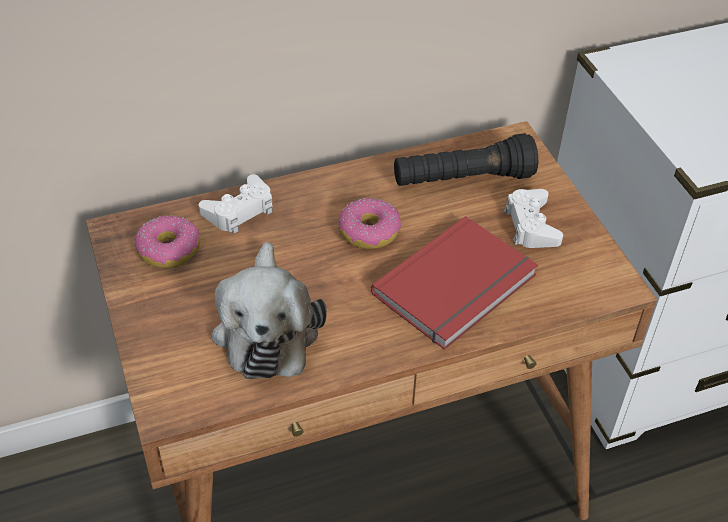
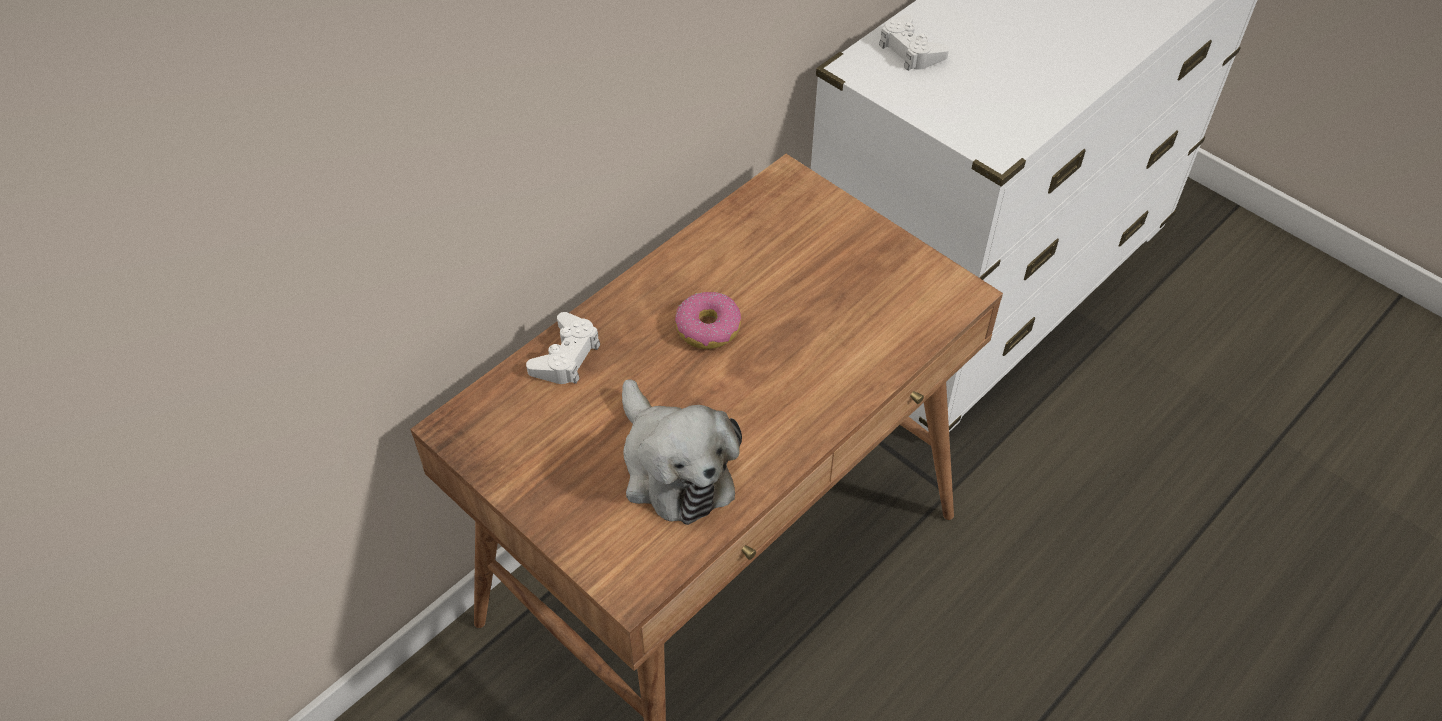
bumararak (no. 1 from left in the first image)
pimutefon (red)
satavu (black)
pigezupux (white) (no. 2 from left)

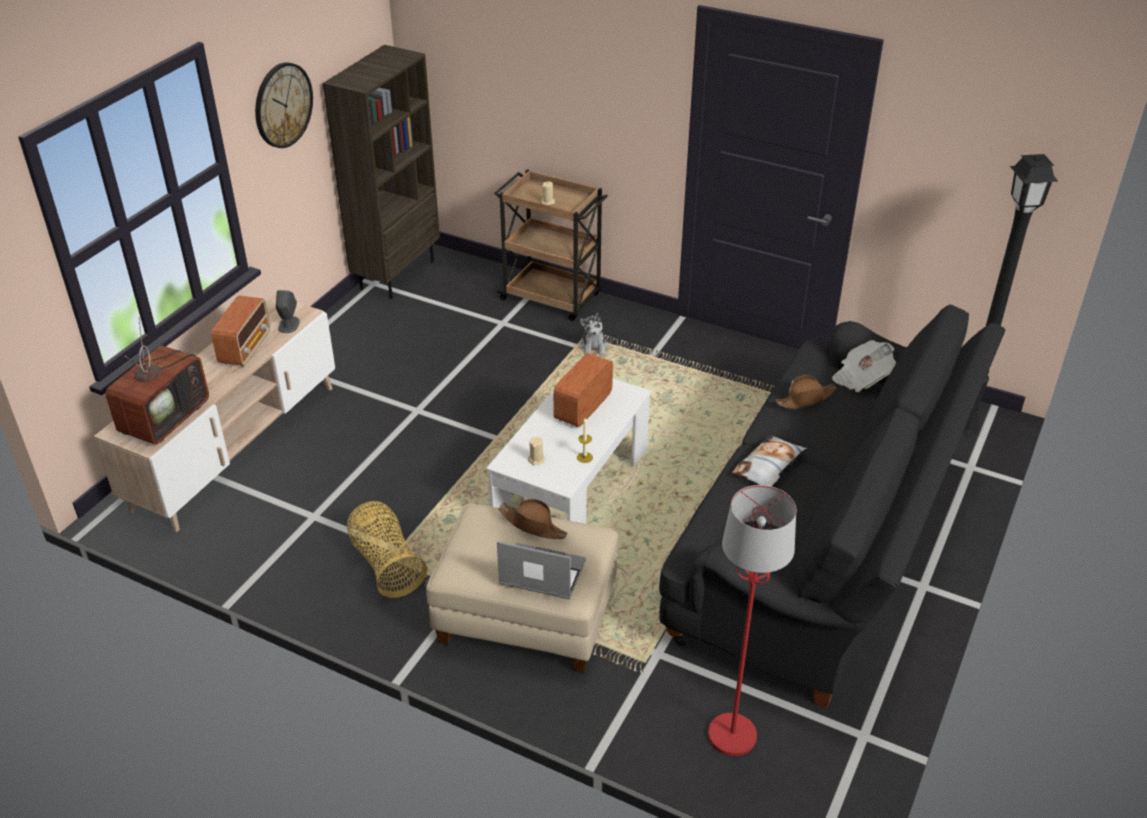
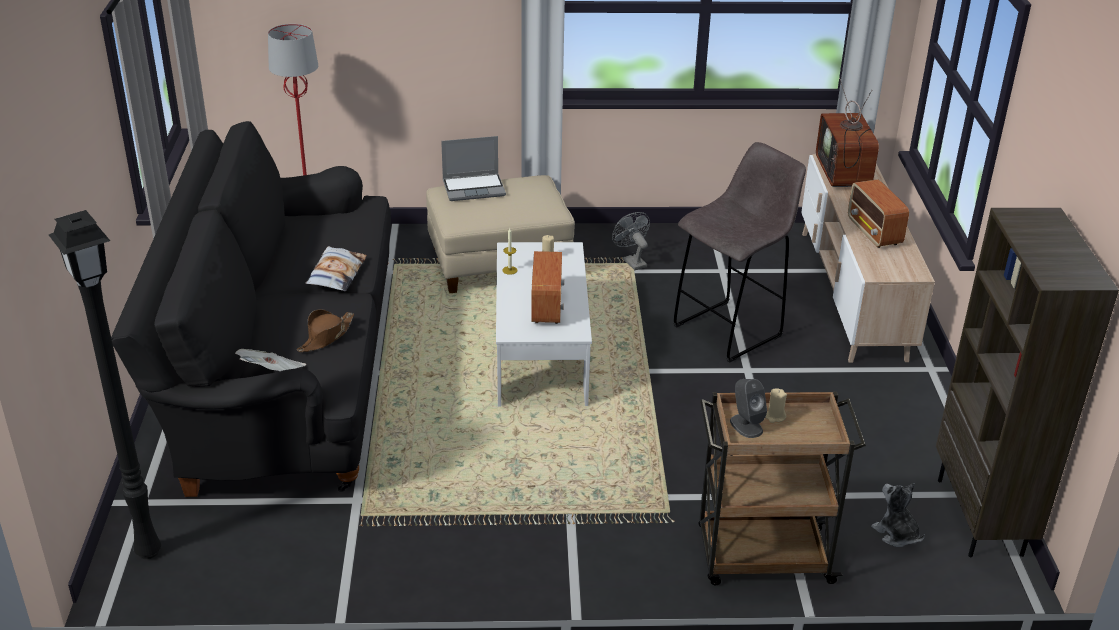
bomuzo
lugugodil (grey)
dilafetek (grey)
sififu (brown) (no. 1 from left in the first image)
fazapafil
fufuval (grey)

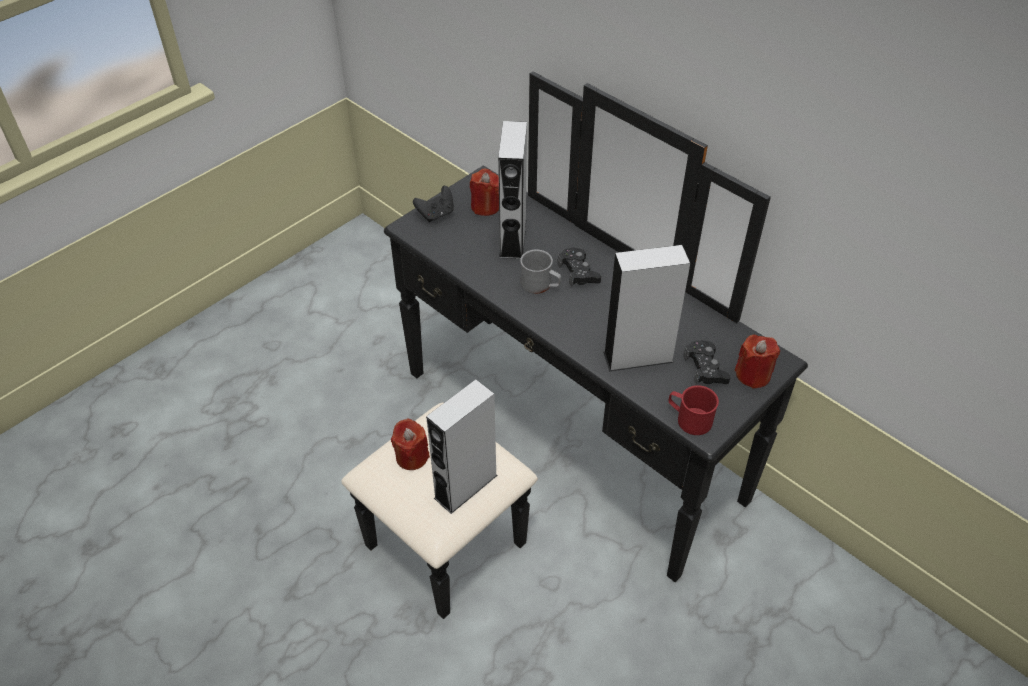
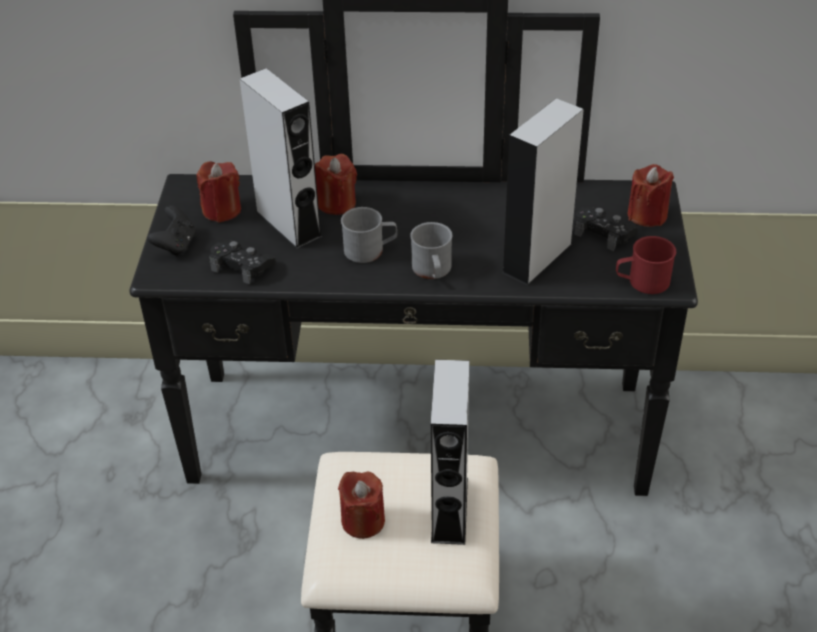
pigezupux (black) (no. 2 from left)
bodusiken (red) (no. 2 from left)
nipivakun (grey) (no. 2 from left)

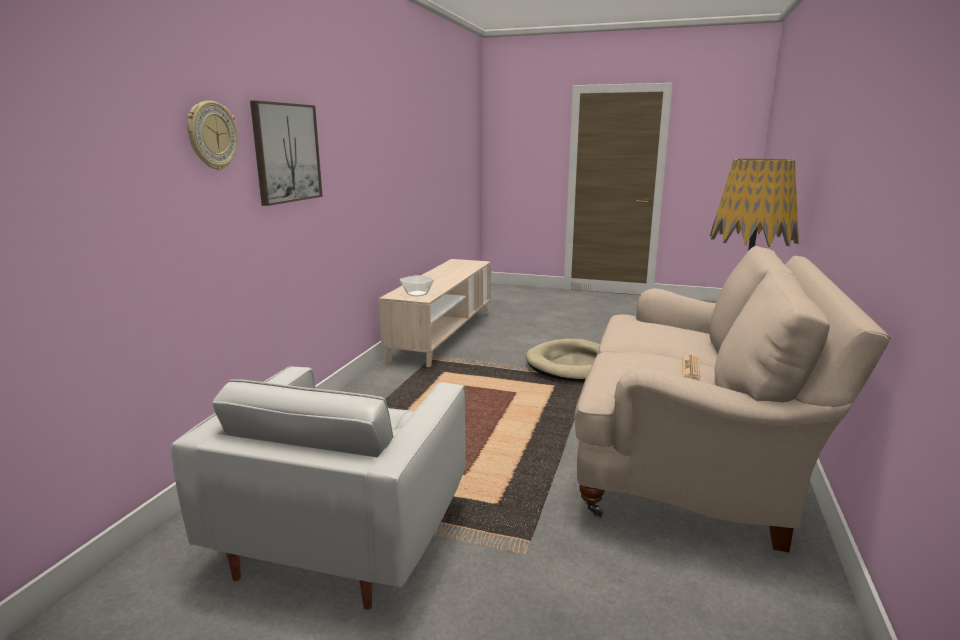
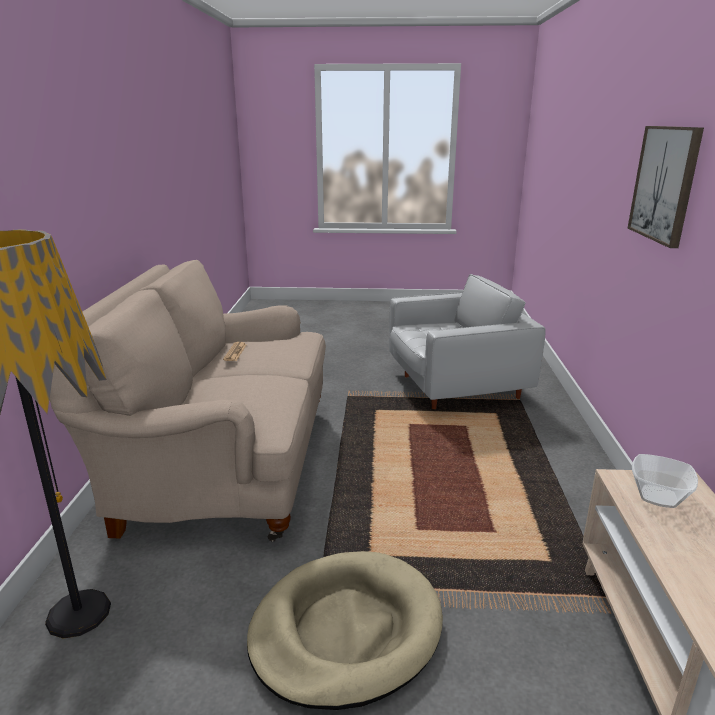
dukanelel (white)
bomuzo

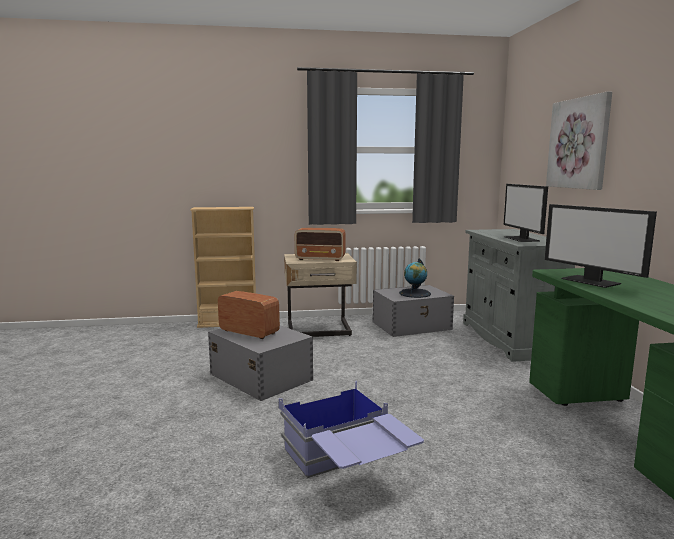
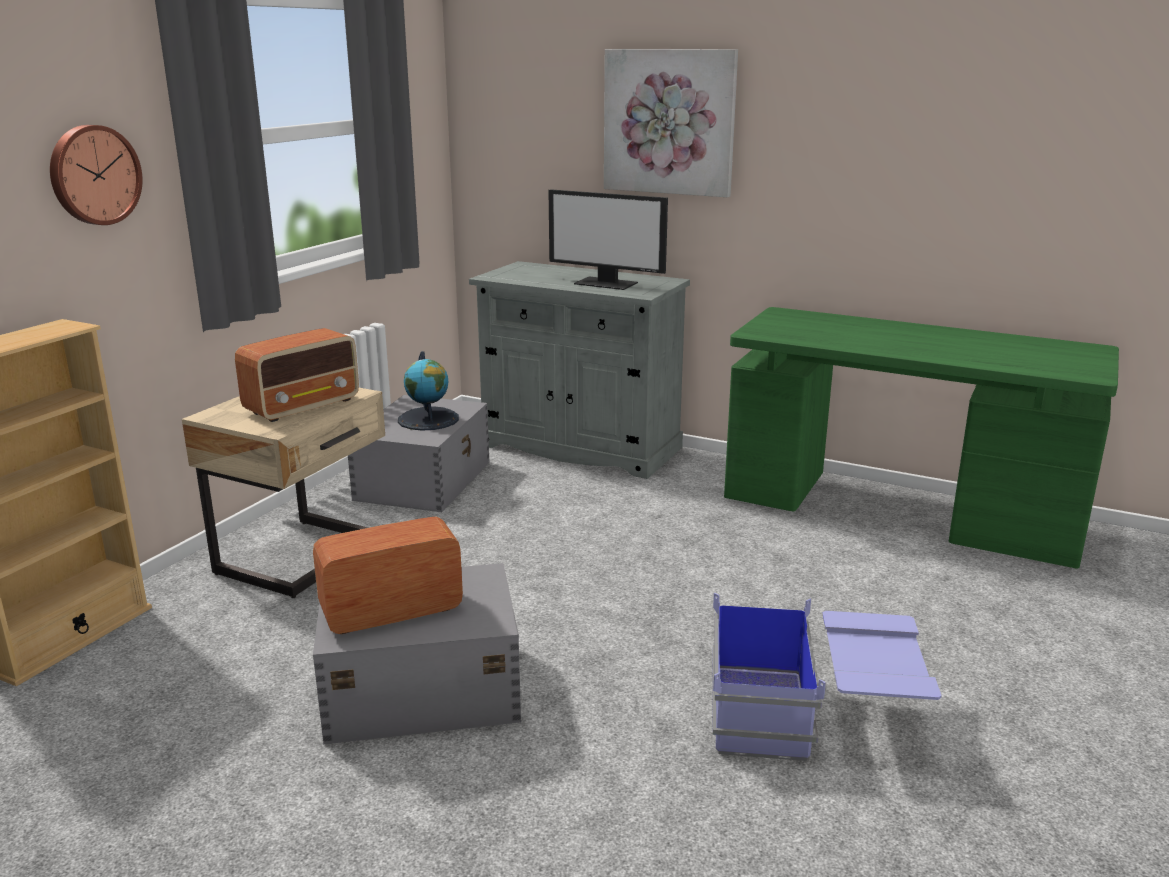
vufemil (no. 2 from left in the first image)
bomuzo

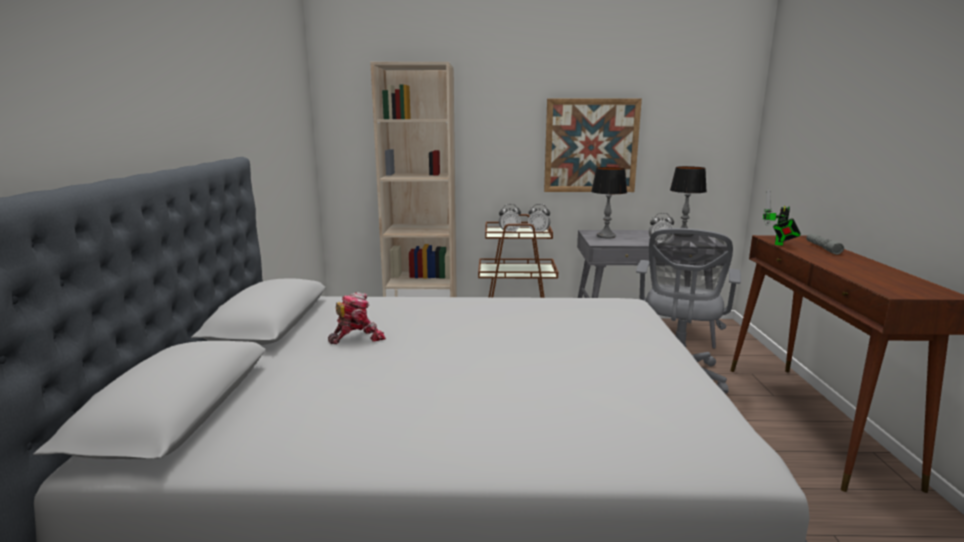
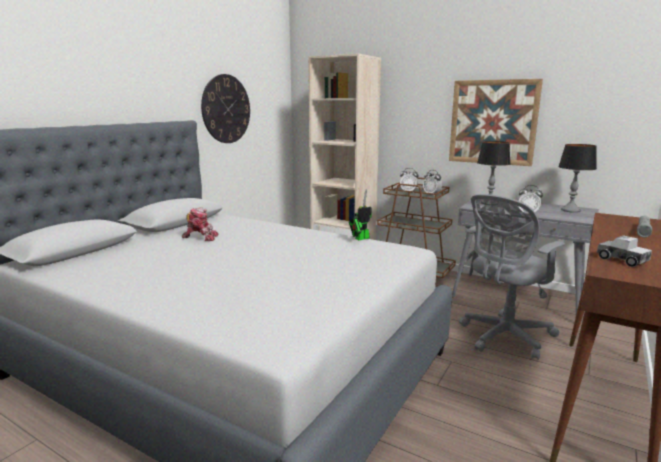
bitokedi (no. 2 from left)
bomuzo
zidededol

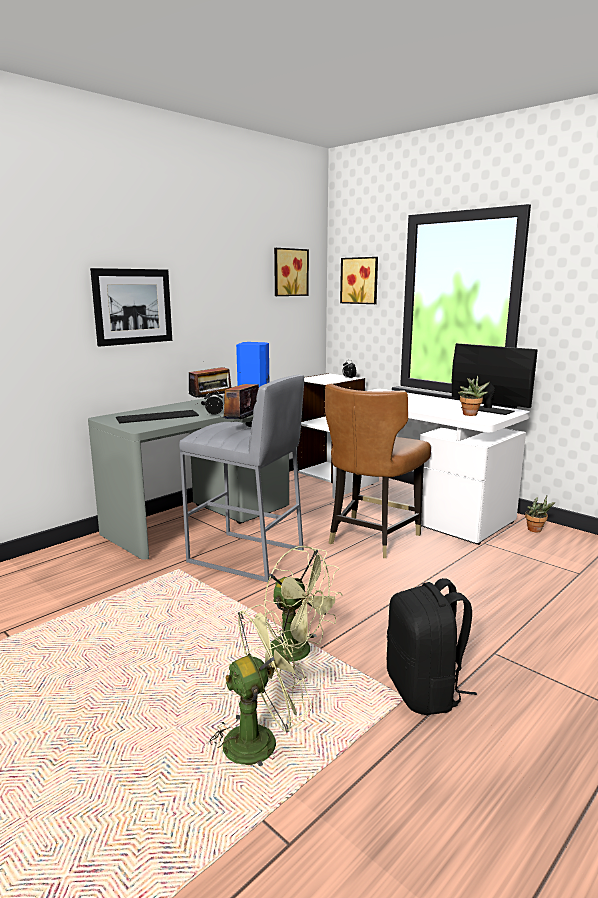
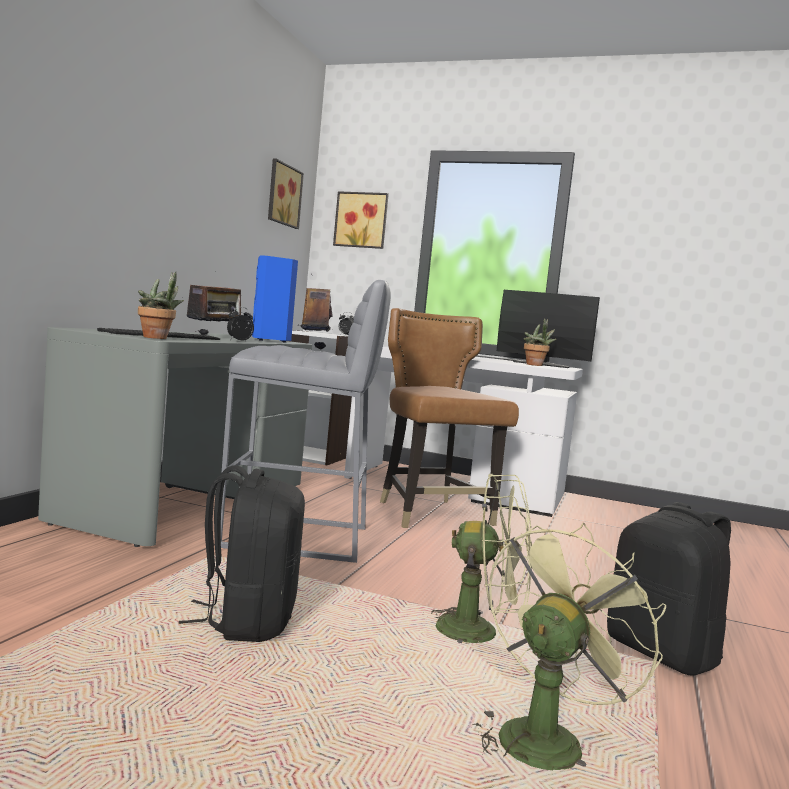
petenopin (no. 1 from left in the first image)
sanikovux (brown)
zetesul (no. 1 from left)
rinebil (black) (no. 1 from left)

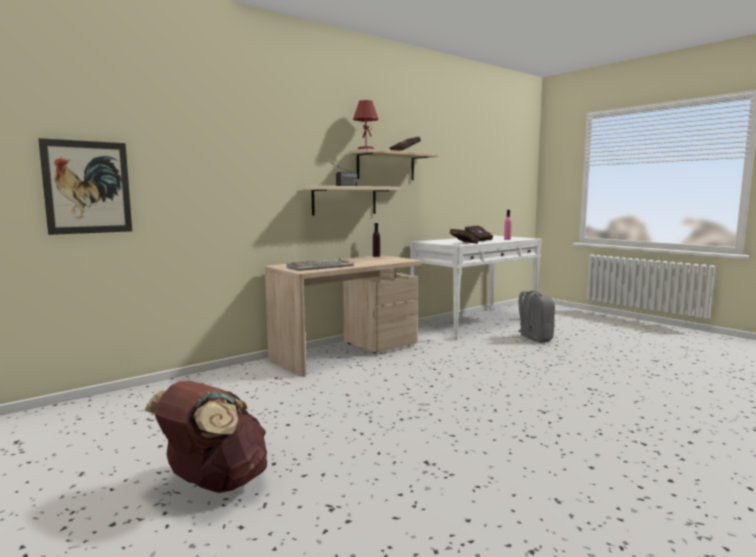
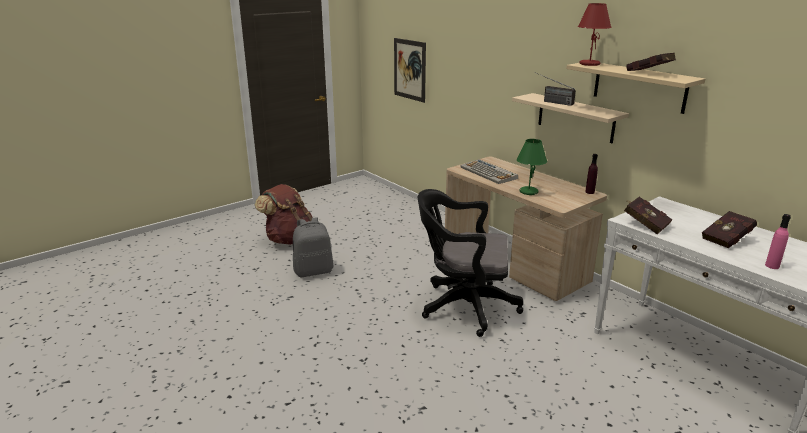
rinebil (grey)
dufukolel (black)
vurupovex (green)

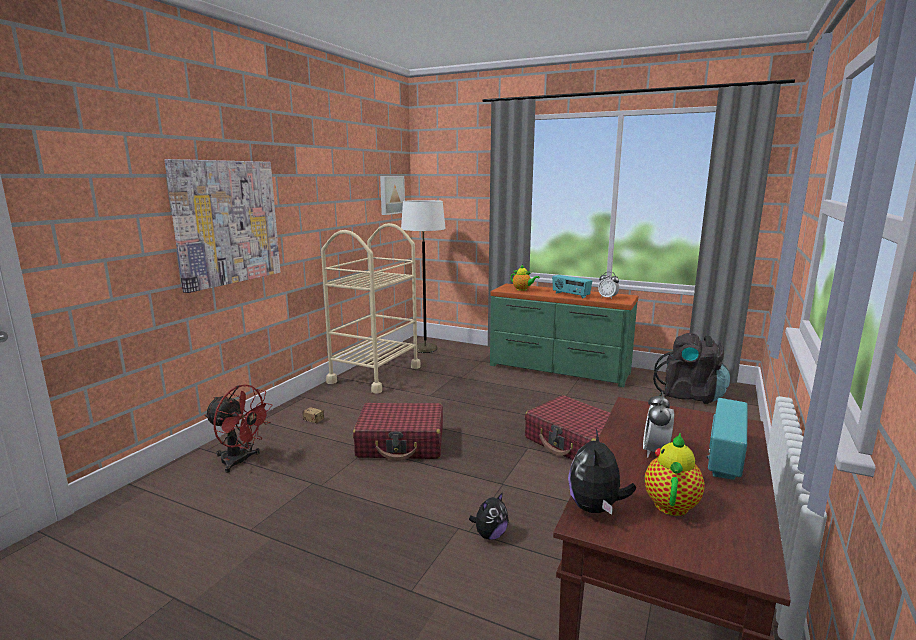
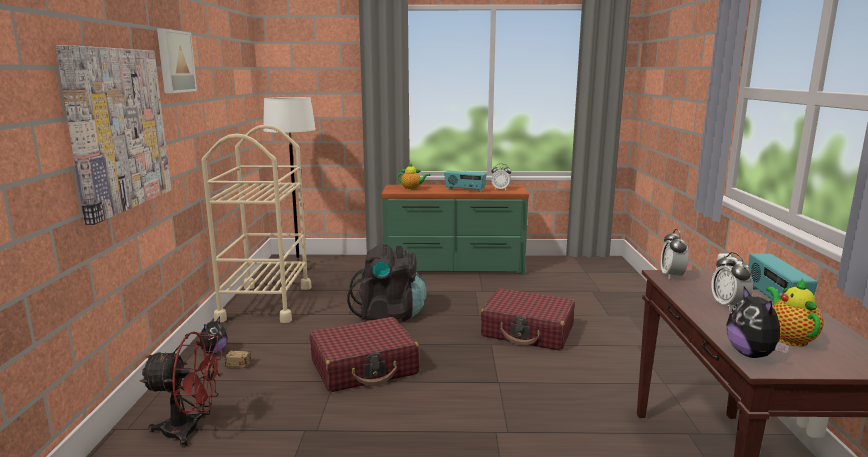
petenopin (no. 2 from left)
fazapafil (no. 1 from left)
rinebil (black)
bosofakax (no. 2 from left)

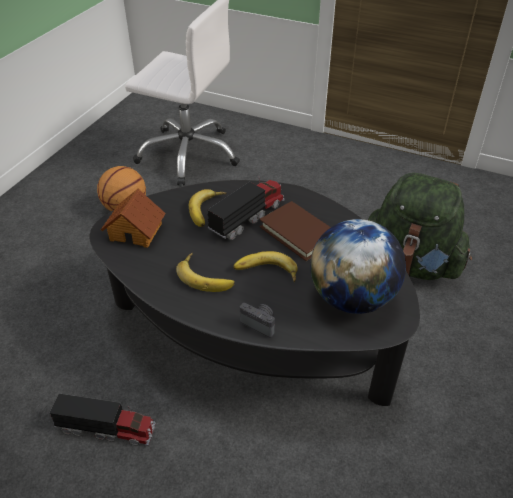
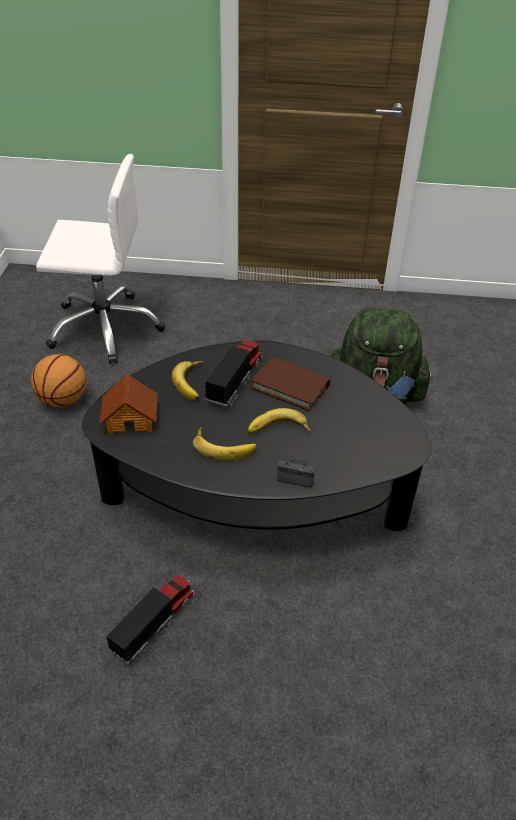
zidededol (no. 1 from left)
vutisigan

